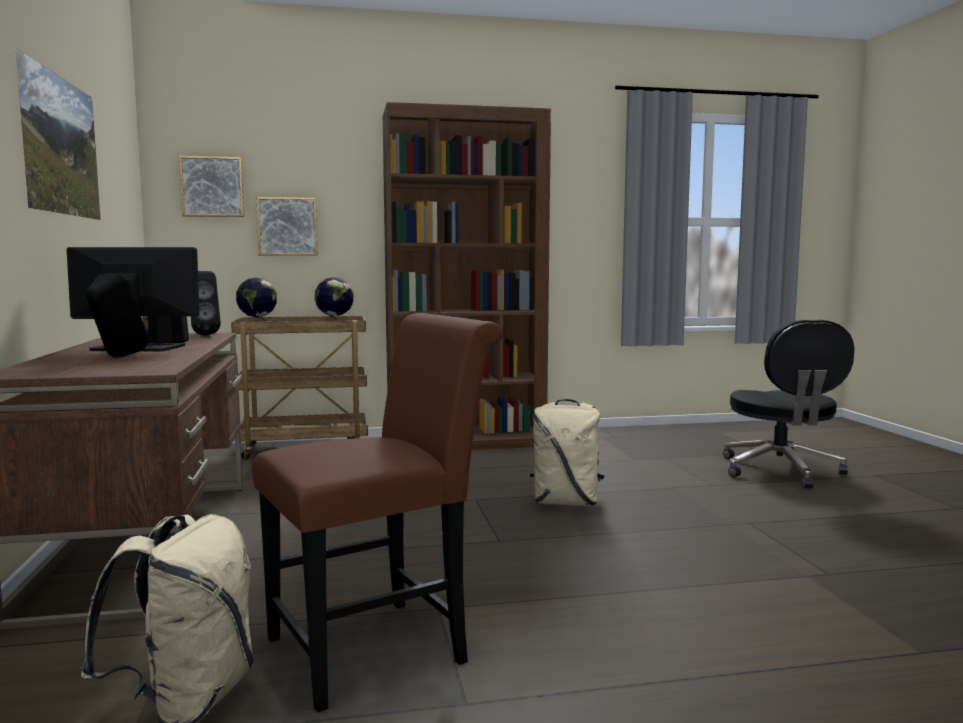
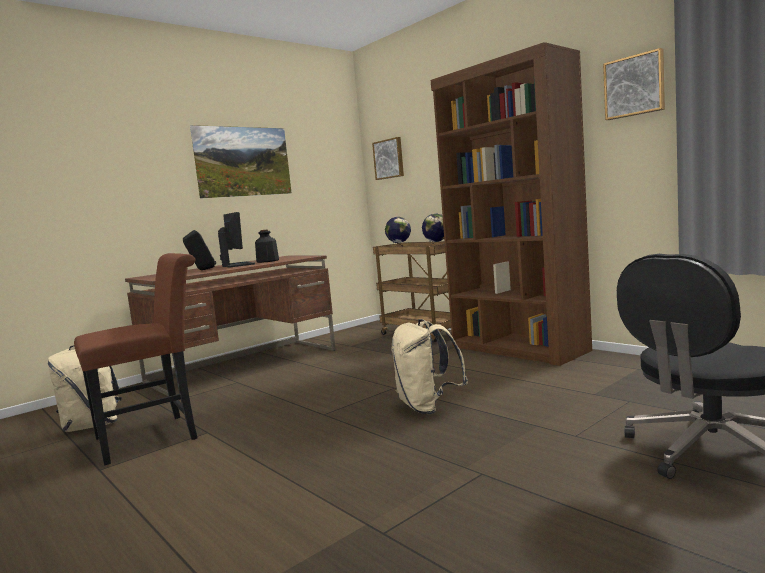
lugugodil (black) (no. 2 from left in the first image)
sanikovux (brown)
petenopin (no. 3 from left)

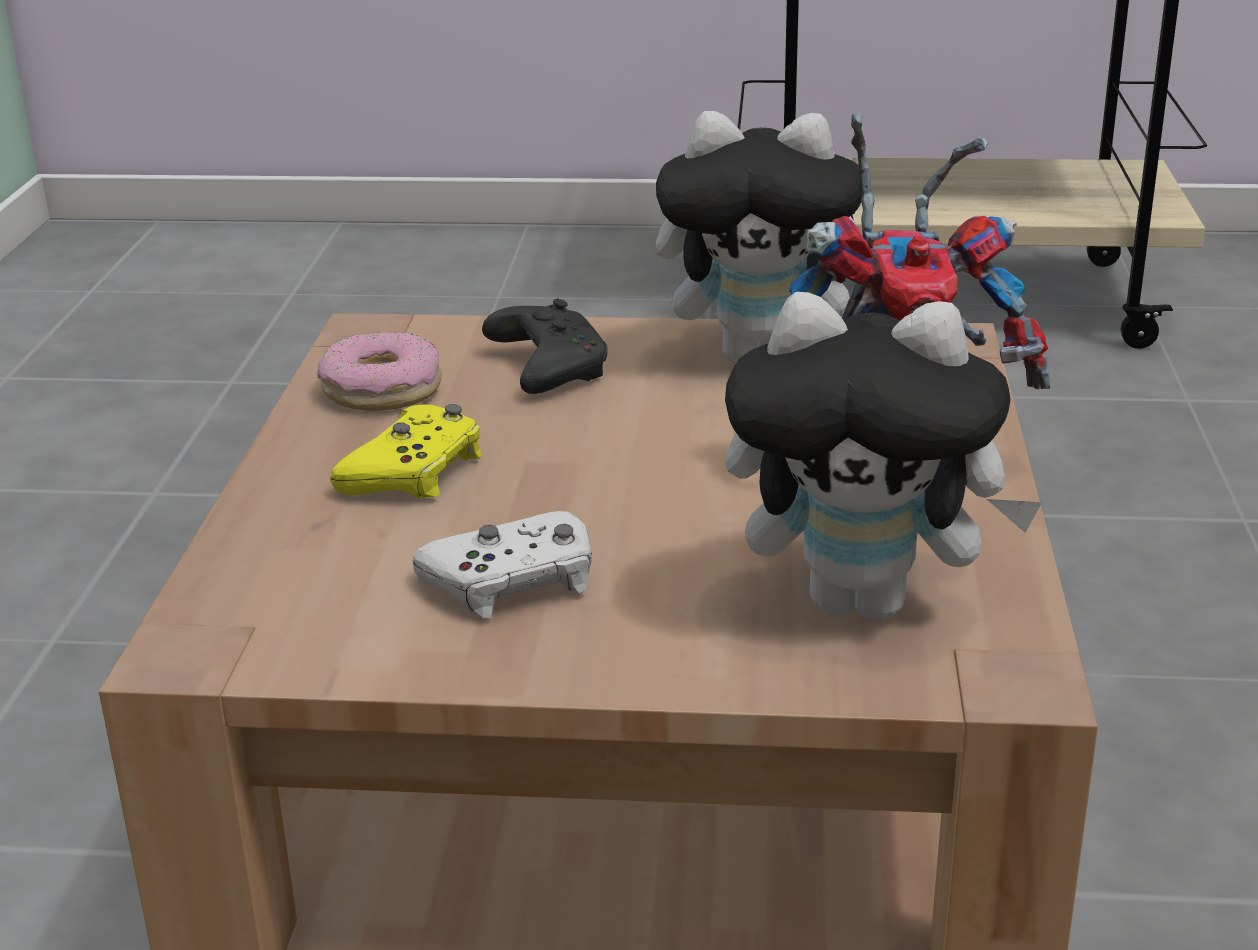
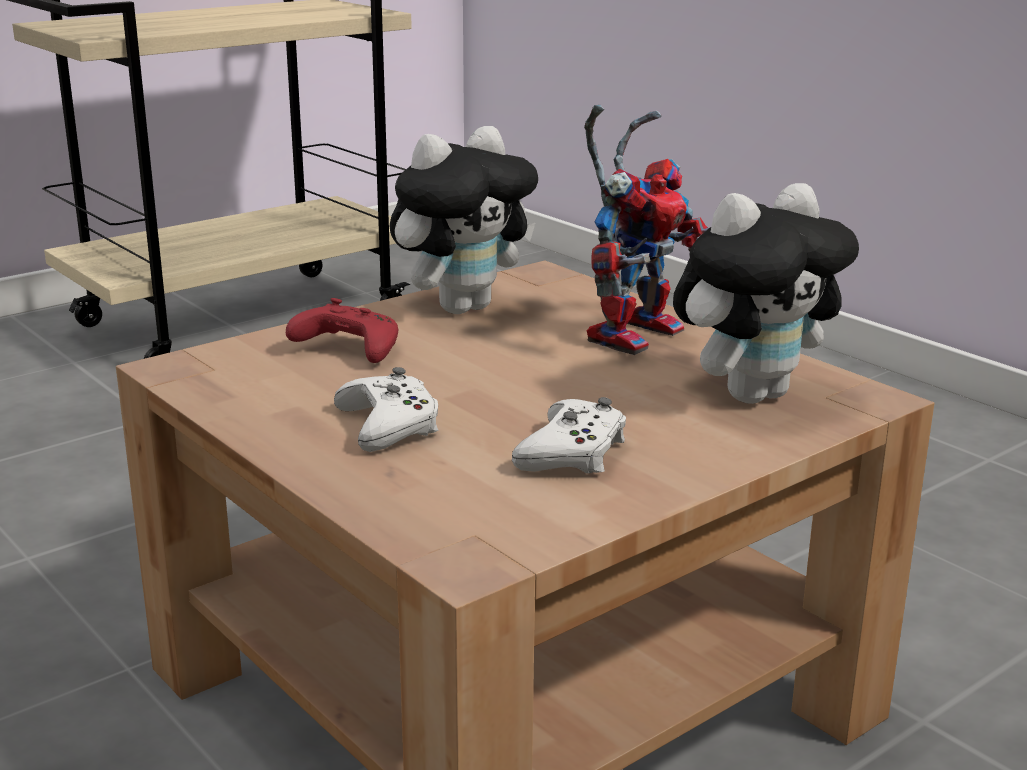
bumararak
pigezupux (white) (no. 1 from left)
pigezupux (red)

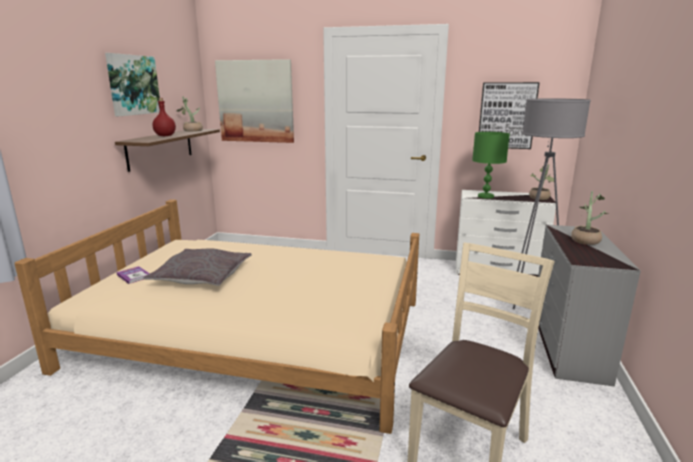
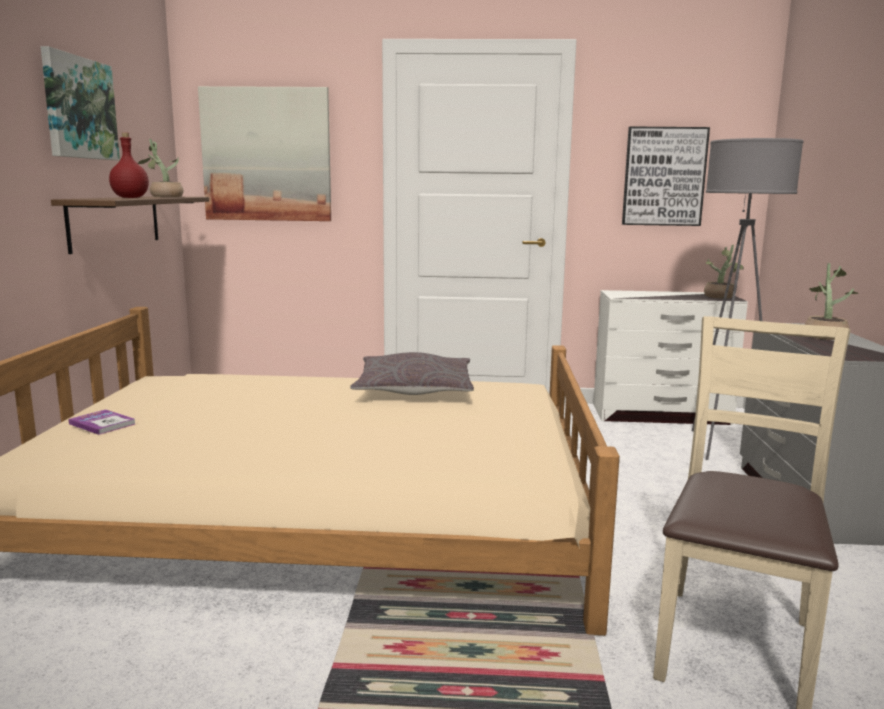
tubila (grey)
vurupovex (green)

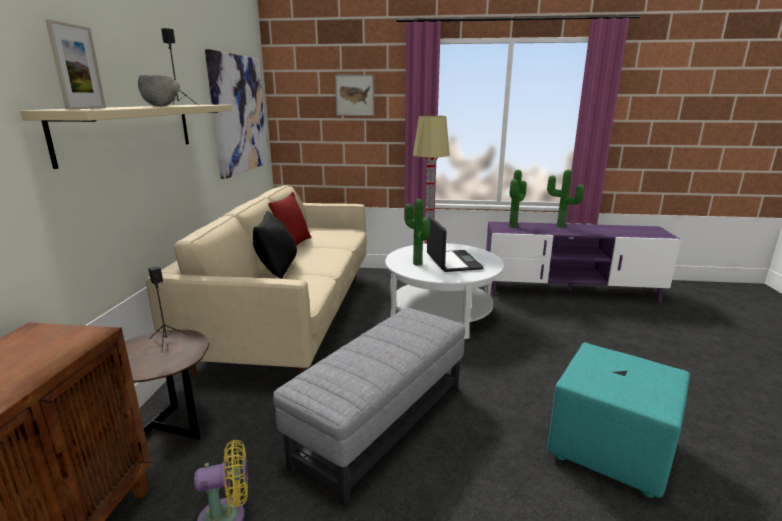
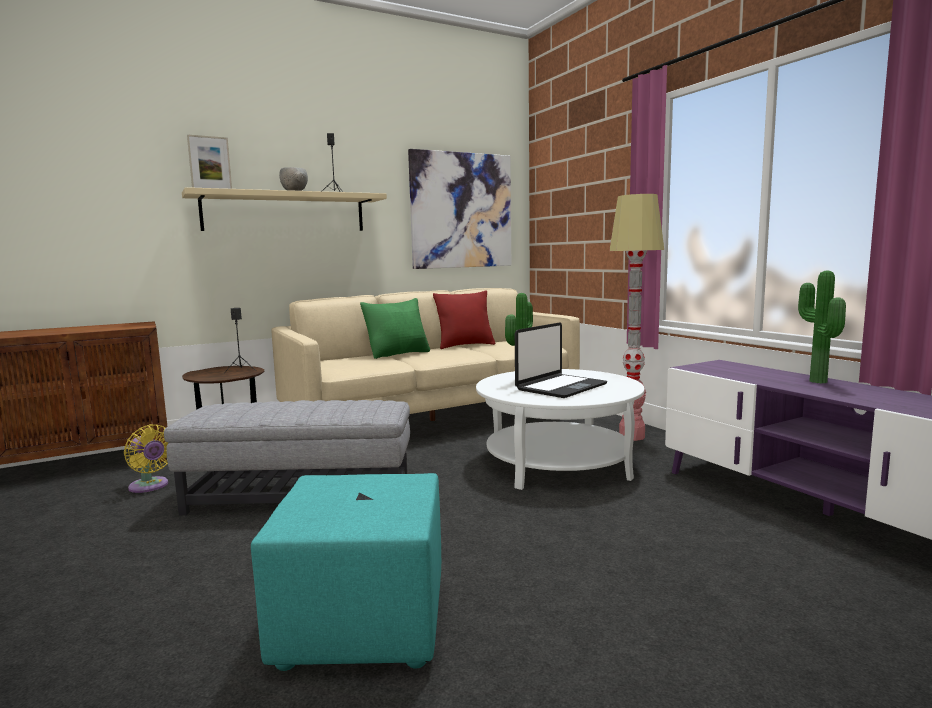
tubila (green)
petenopin (no. 2 from left in the first image)
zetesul (no. 2 from left in the first image)

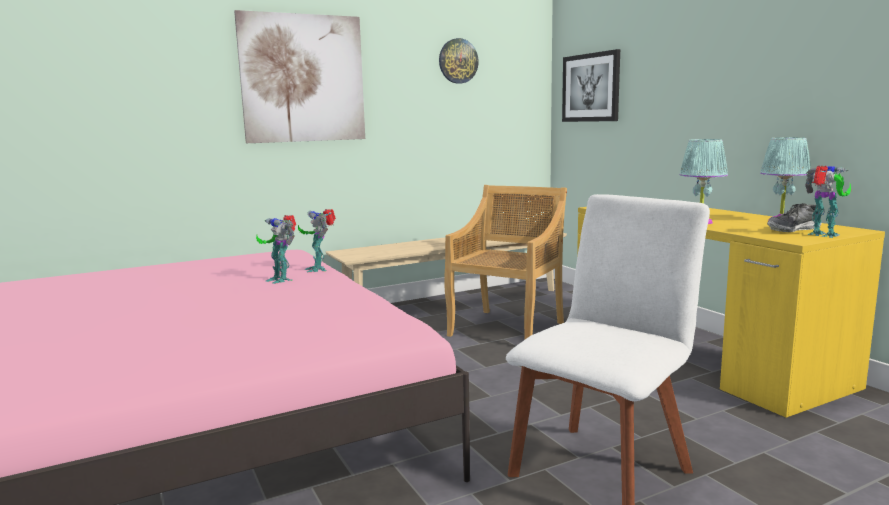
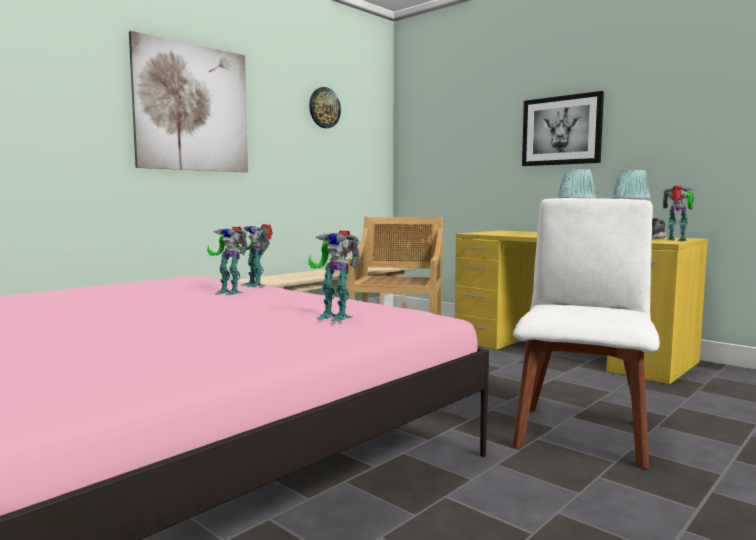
petenopin (no. 2 from left)
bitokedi (no. 3 from left)

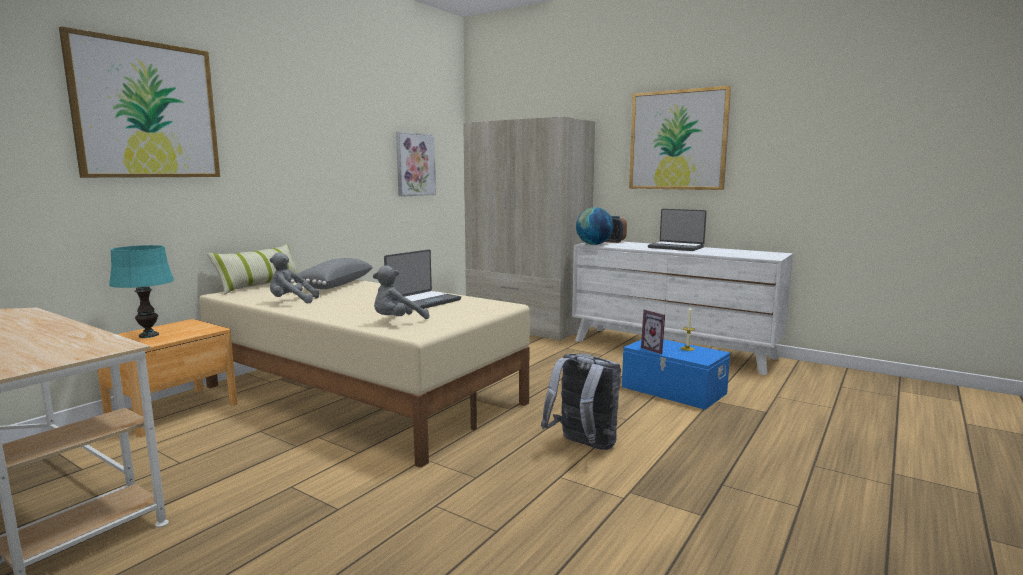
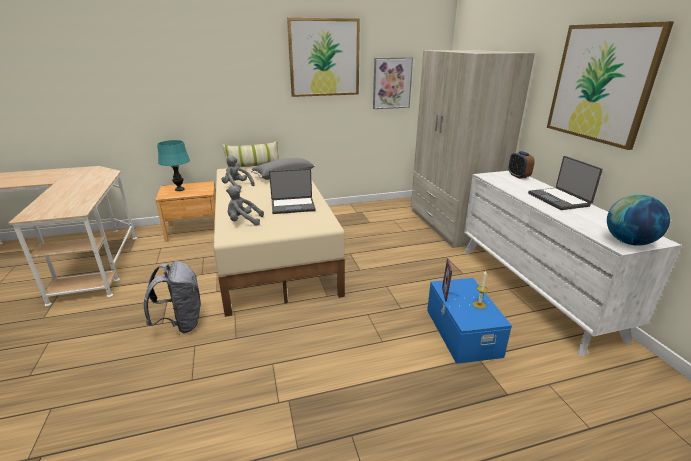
petenopin (no. 1 from left)
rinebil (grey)
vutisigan

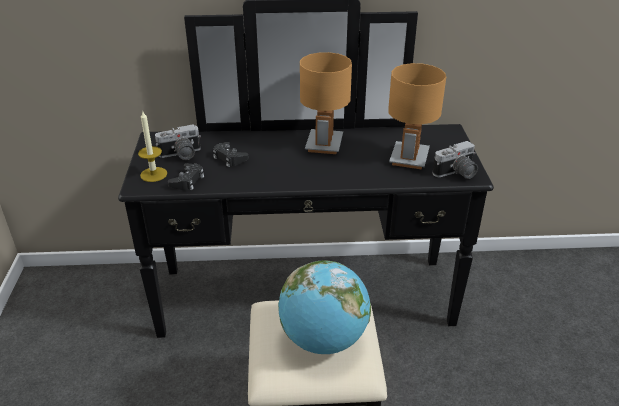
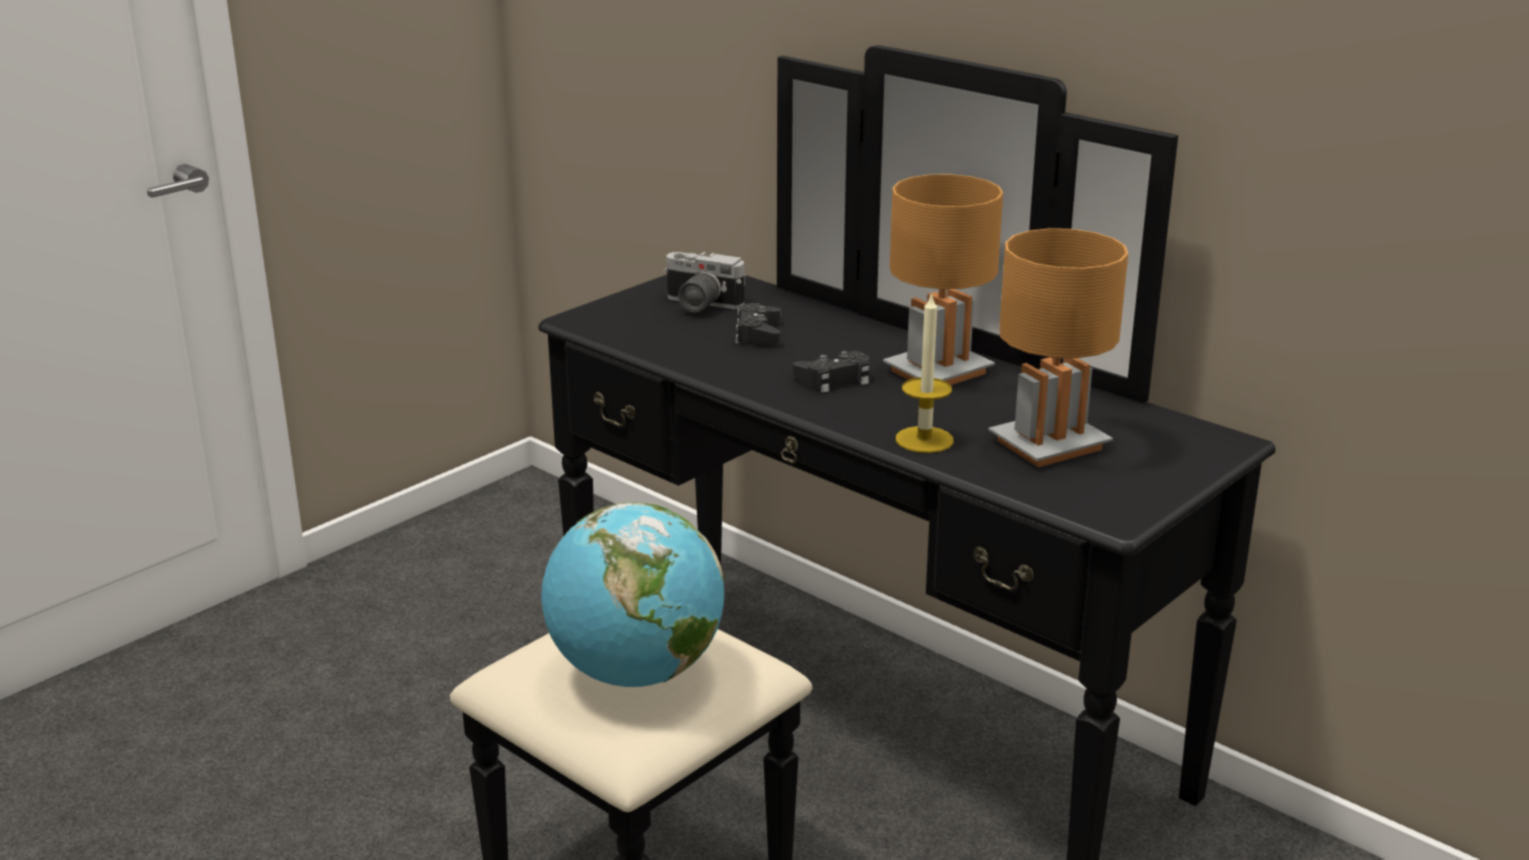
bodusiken
pigezupux (black) (no. 2 from left)
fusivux (no. 2 from left in the first image)

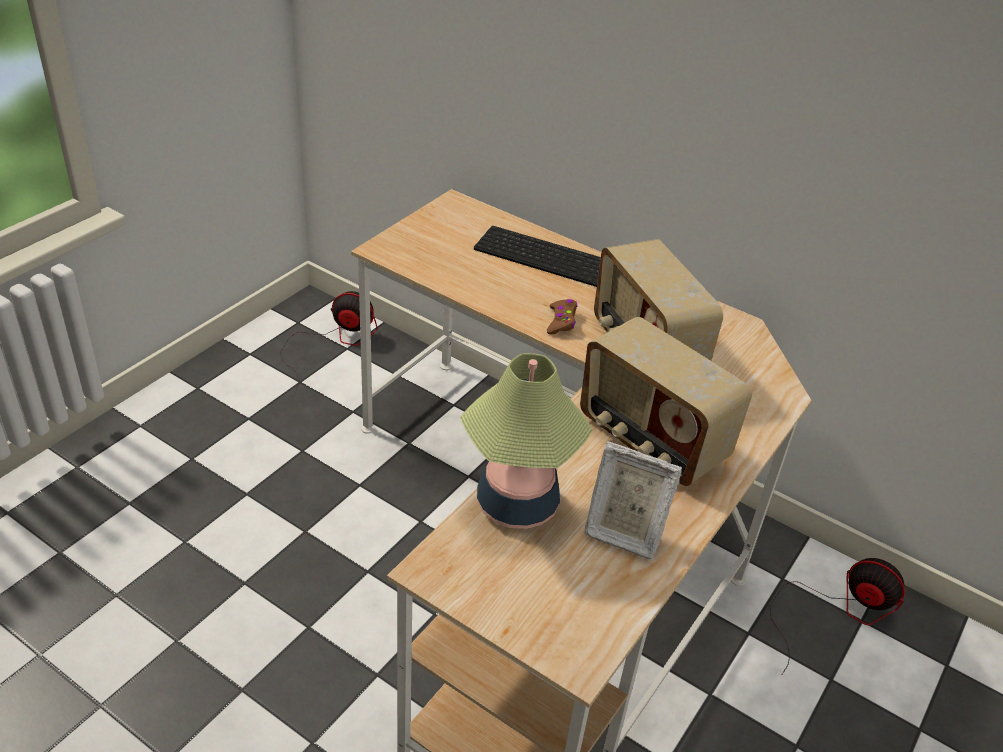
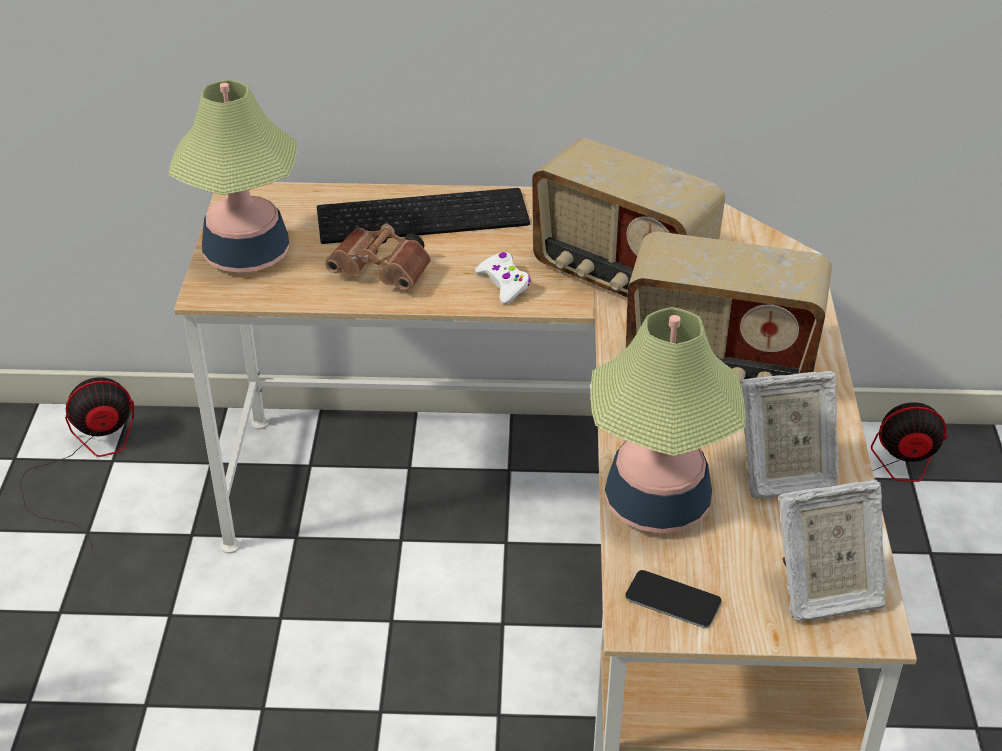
pigezupux (white)
vurupovex (no. 1 from left)
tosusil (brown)
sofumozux
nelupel (no. 2 from left)

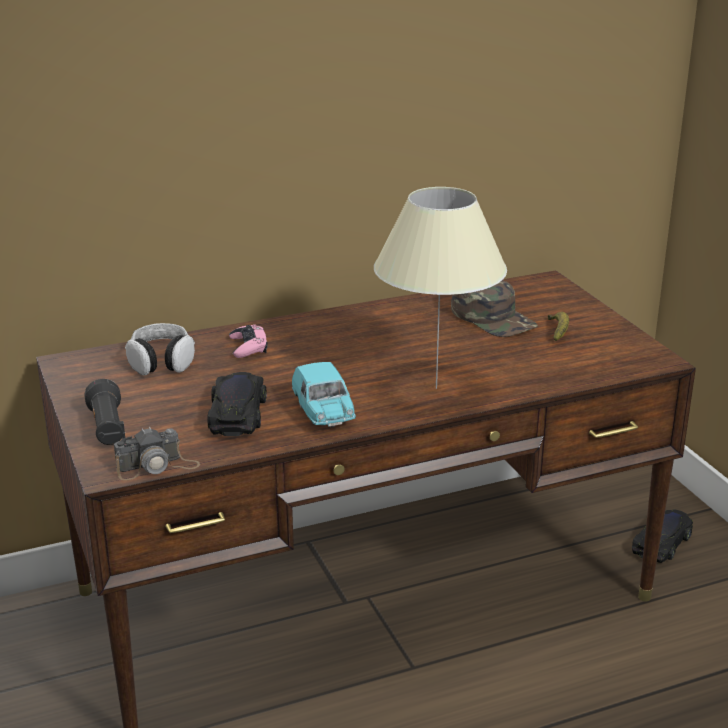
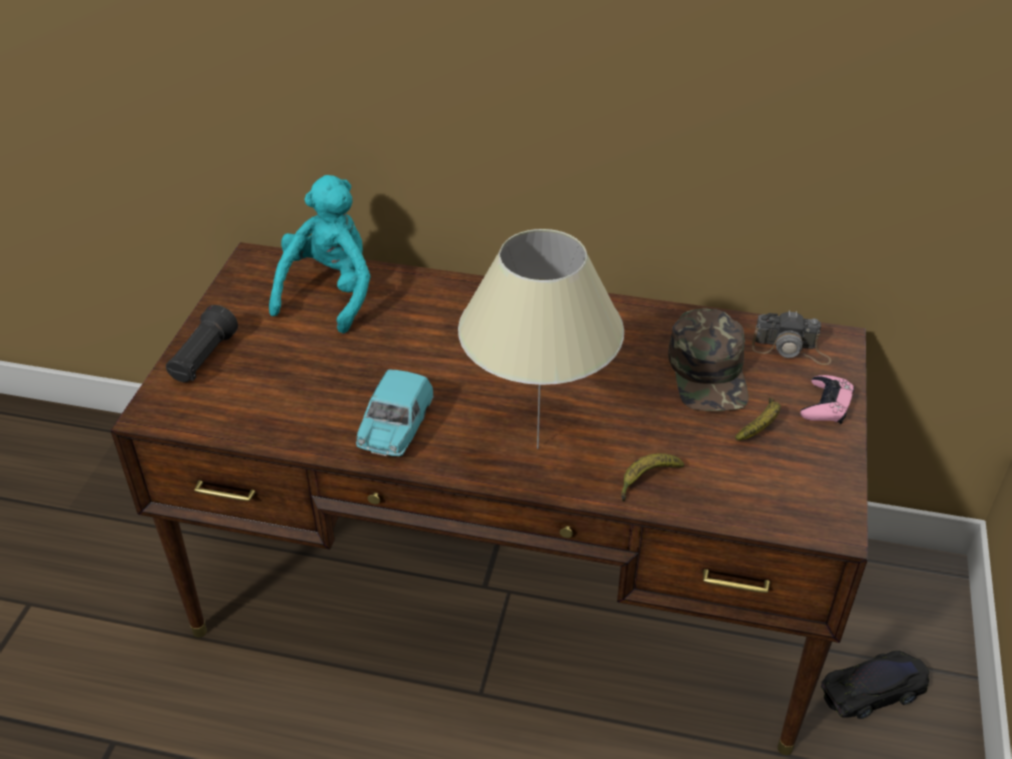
fusivux
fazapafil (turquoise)
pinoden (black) (no. 1 from left in the first image)
pigezupux (pink)
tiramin (no. 1 from left)

